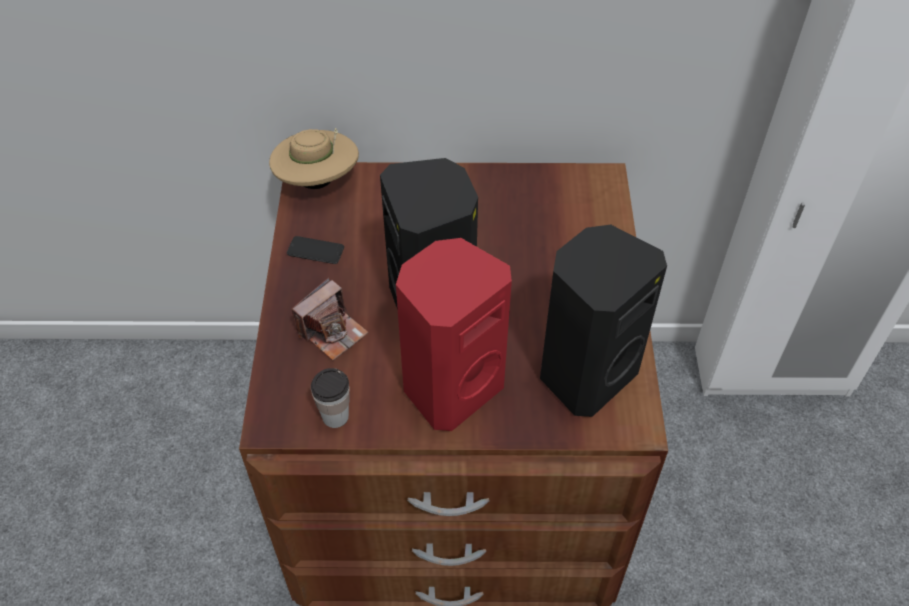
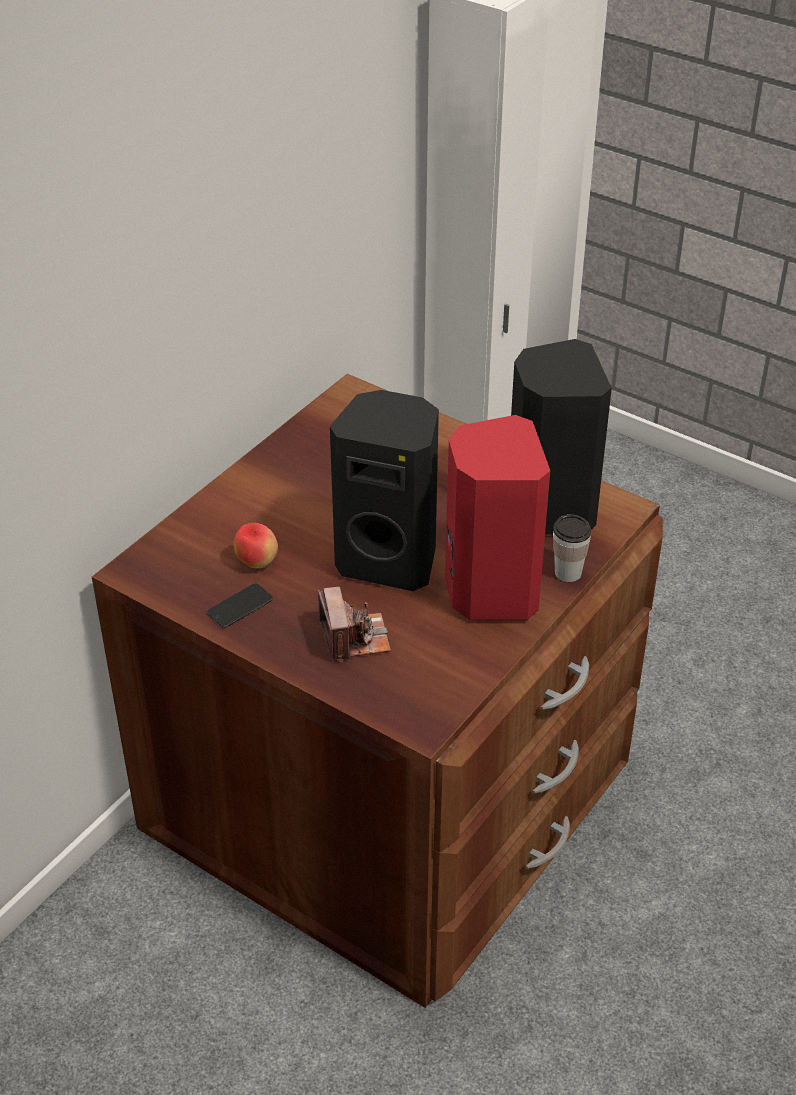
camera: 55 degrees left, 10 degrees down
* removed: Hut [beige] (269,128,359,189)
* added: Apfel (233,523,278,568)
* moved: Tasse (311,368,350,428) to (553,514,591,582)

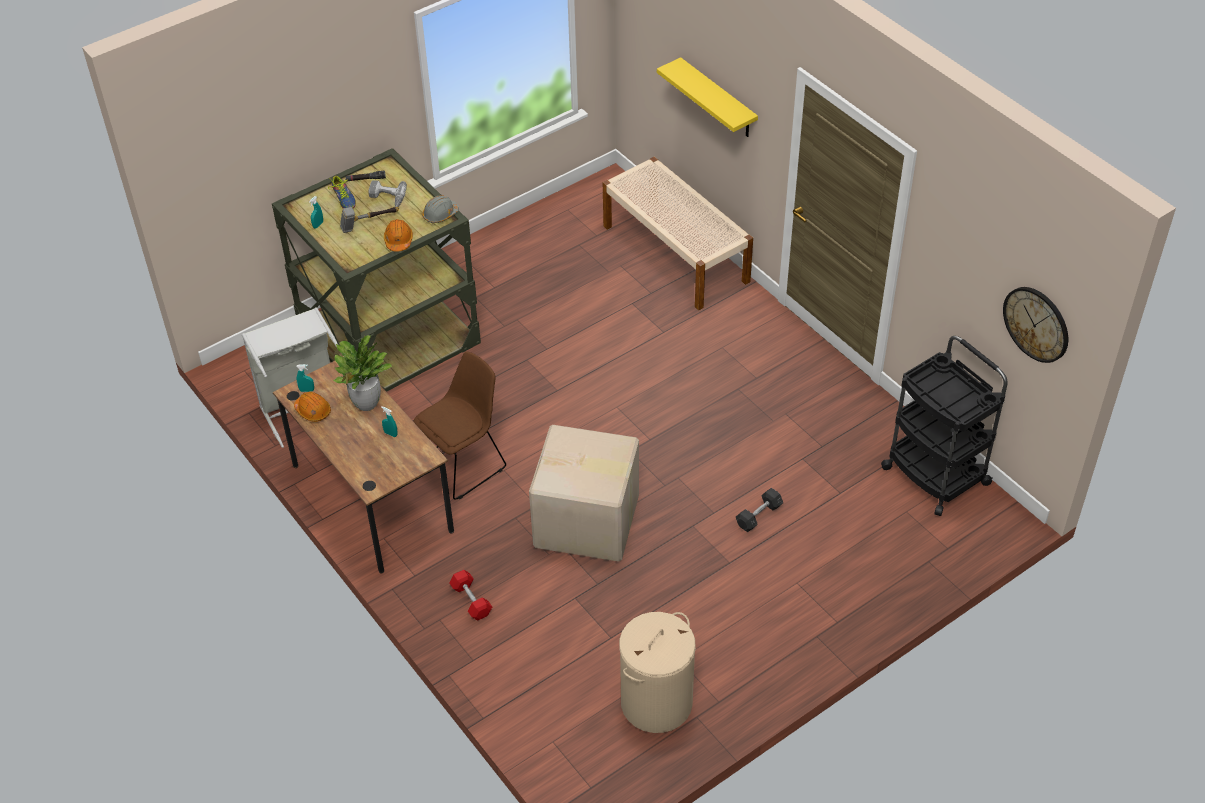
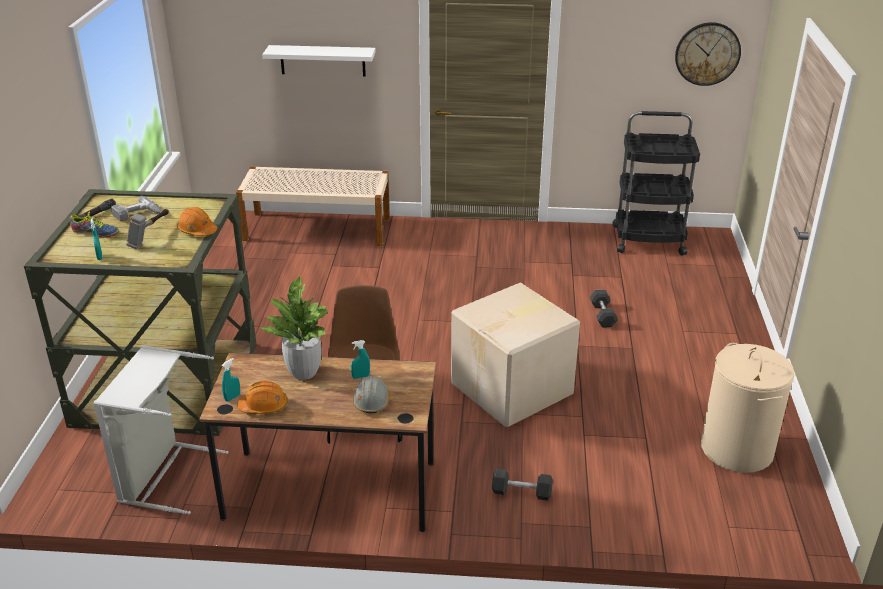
camera: 50 degrees left, 15 degrees down
* moved: Schutzhelm [grau] (422,195,459,223) to (353,376,390,414)
* recoloured: Hantel [rot] (449,570,492,620) to Hantel [grau] (492,468,553,501)
* recoloured: Wandregal [gelb] (657,57,758,137) to Wandregal [weiß] (262,45,376,77)

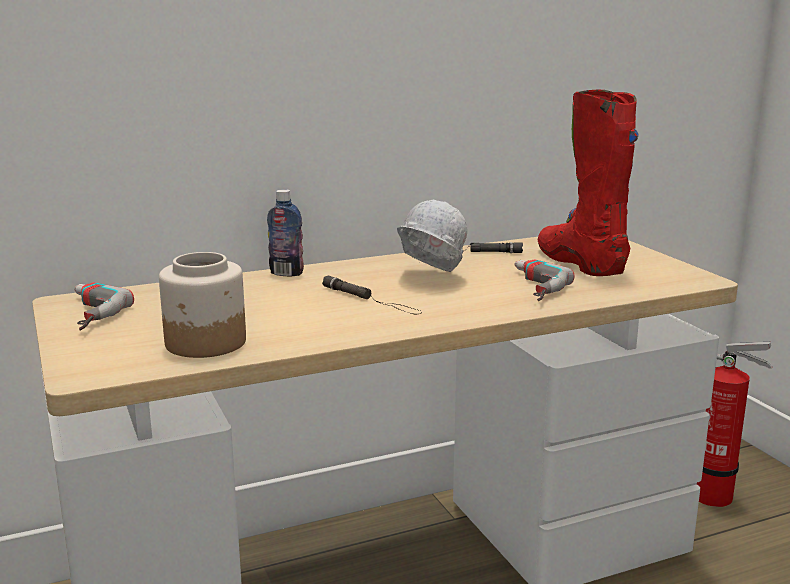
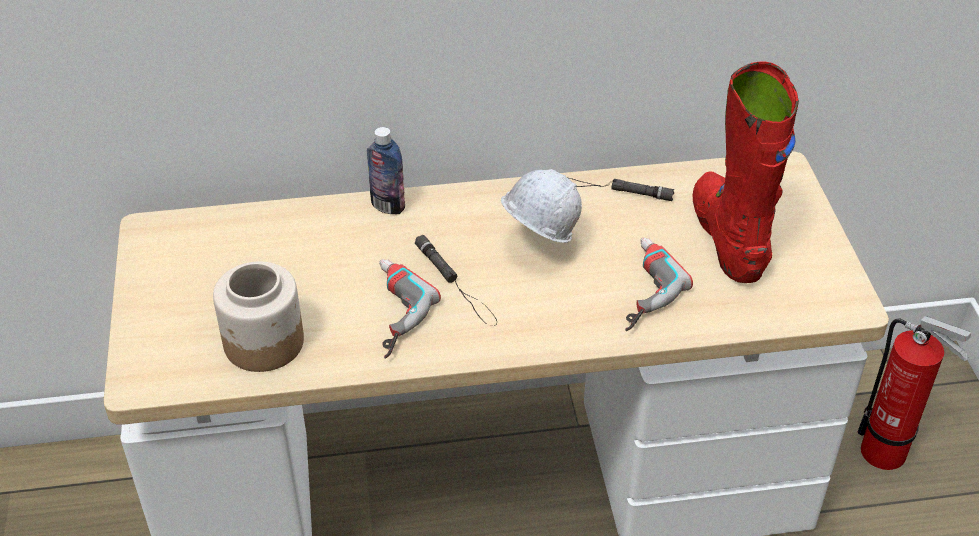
camera: 15 degrees right, 25 degrees up
* moved: Bohrmaschine (74,282,134,330) to (379,259,441,359)

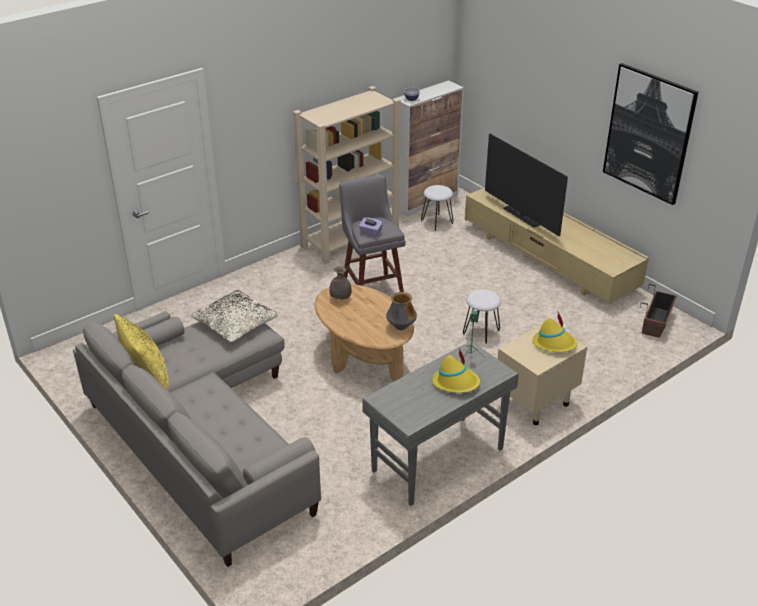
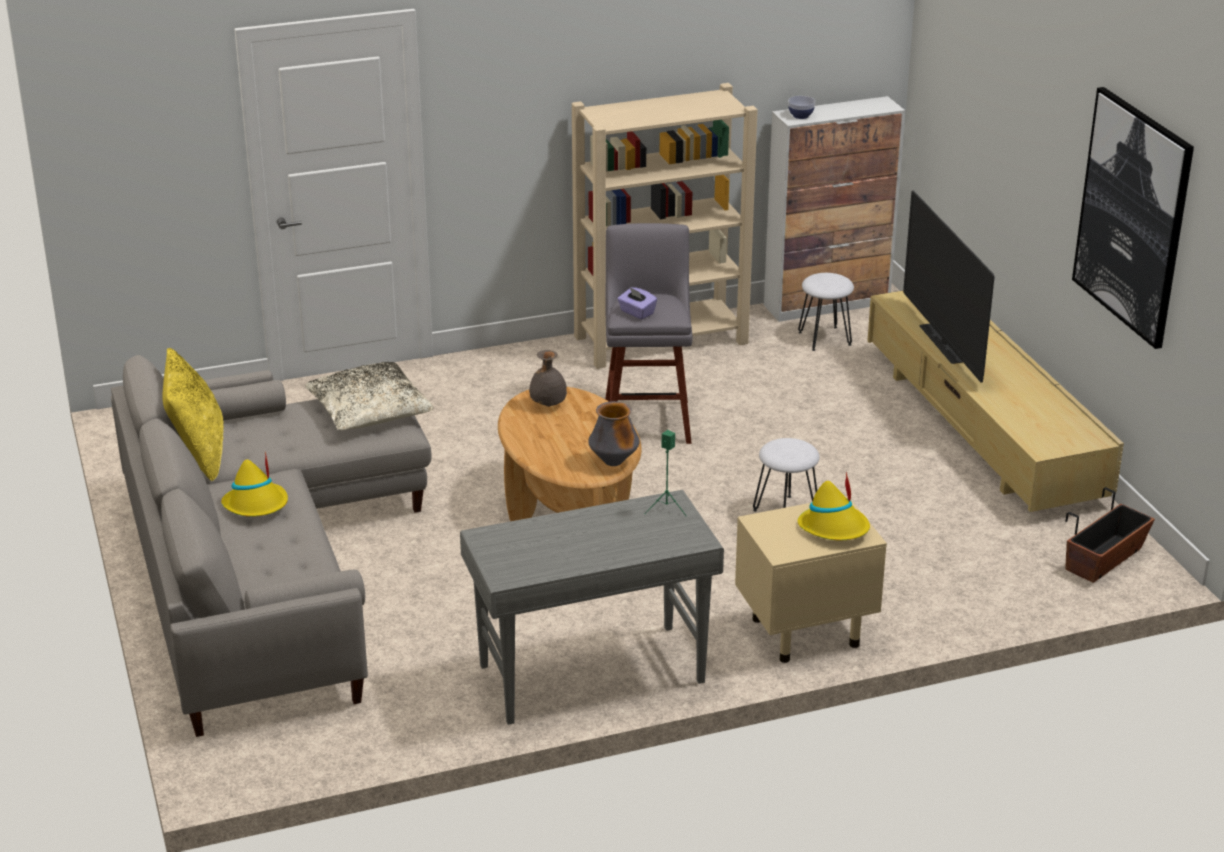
camera: 20 degrees right, 5 degrees down
* moved: Hut [gelb] (432,348,480,393) to (221,451,288,517)

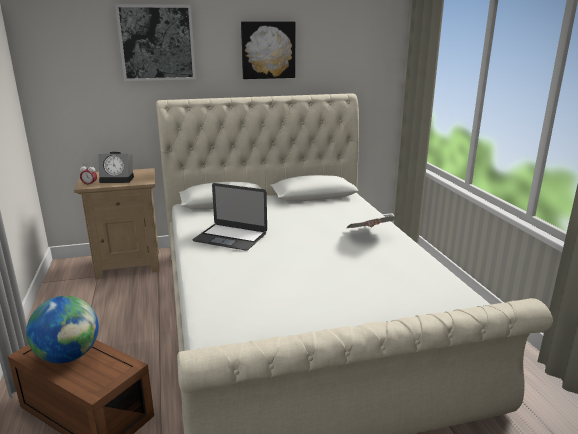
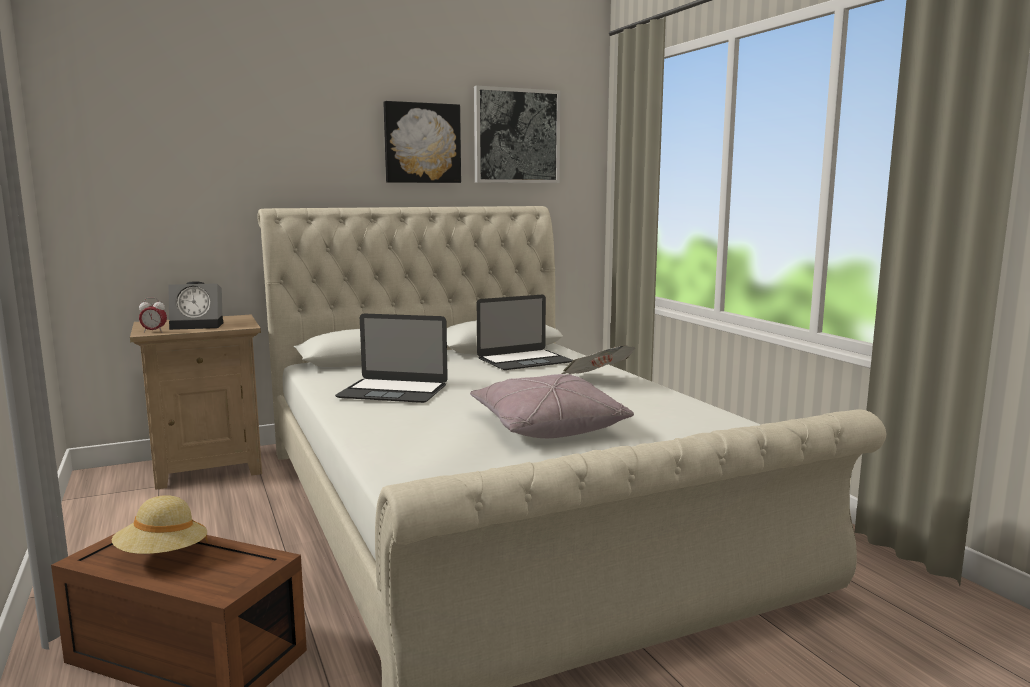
camera: 10 degrees left, 10 degrees down
* added: Kissen [lila] (470,374,634,438)
* added: Laptop (477,295,573,370)
* moved: Bild (115,4,196,81) to (474,86,560,183)
* replaced: Globus (26,296,99,363) to Hut [beige] (111,495,208,554)

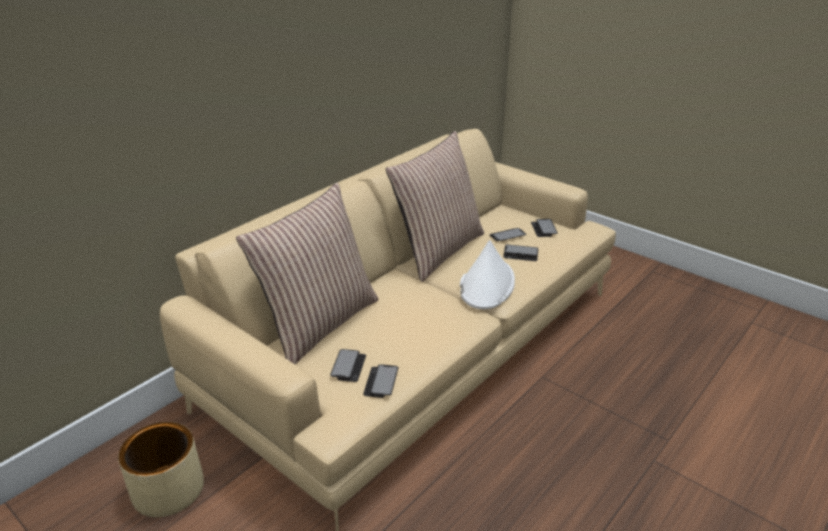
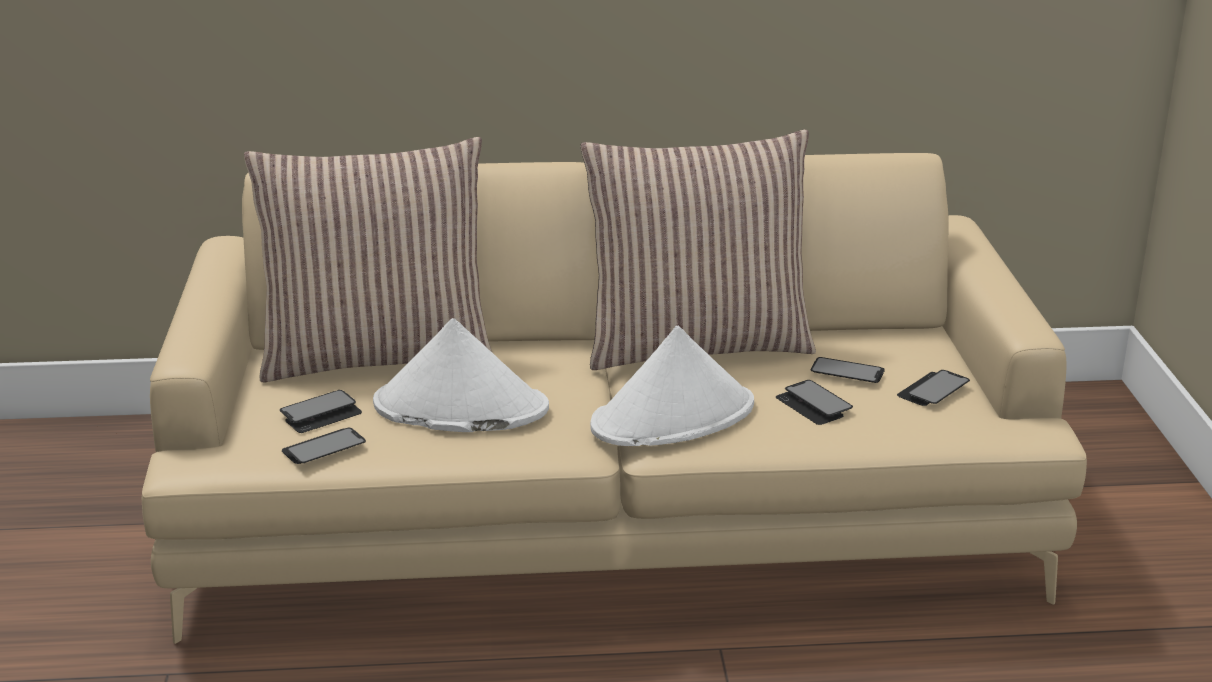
camera: 45 degrees right, 5 degrees down
* removed: Pflanzkübel [beige] (118,422,204,517)
* added: Hut [weiß] (373,318,549,432)

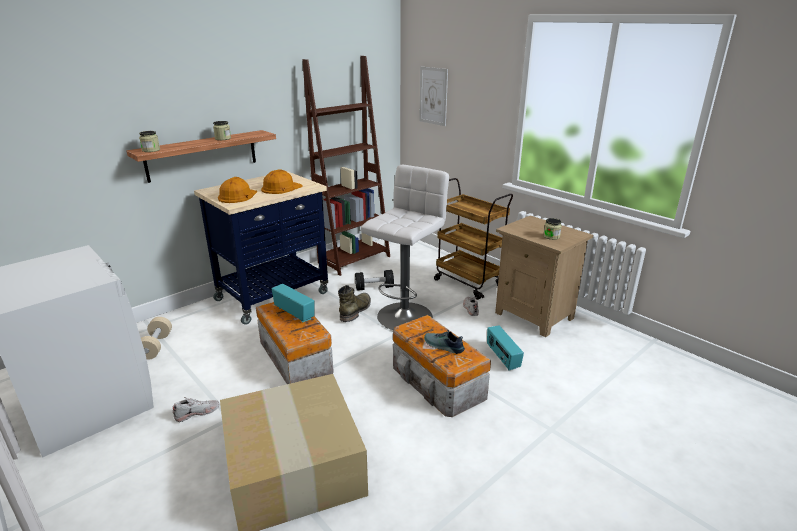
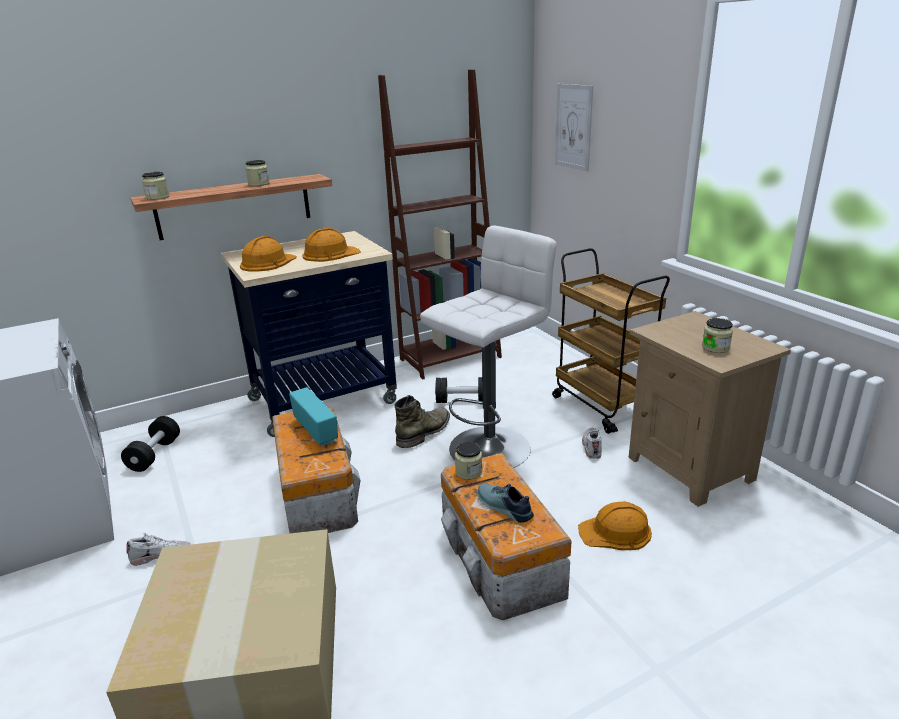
camera: 15 degrees right, 0 degrees up
* added: Vorratsglas (455,442,482,480)
* replaced: Radio (487,325,524,370) to Schutzhelm [orange] (578,501,652,550)
* recoloured: Hantel [beige] (141,317,172,360) to Hantel [schwarz] (121,416,180,472)

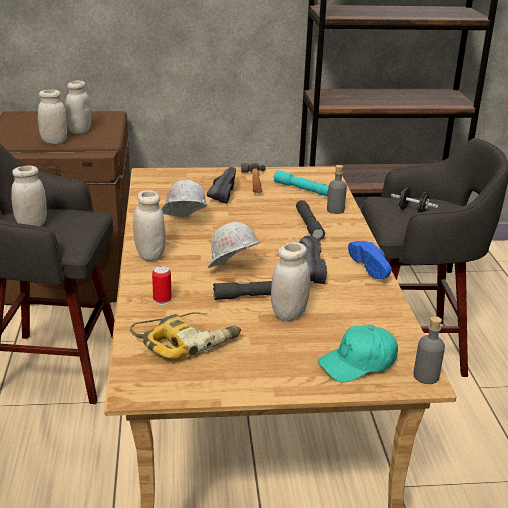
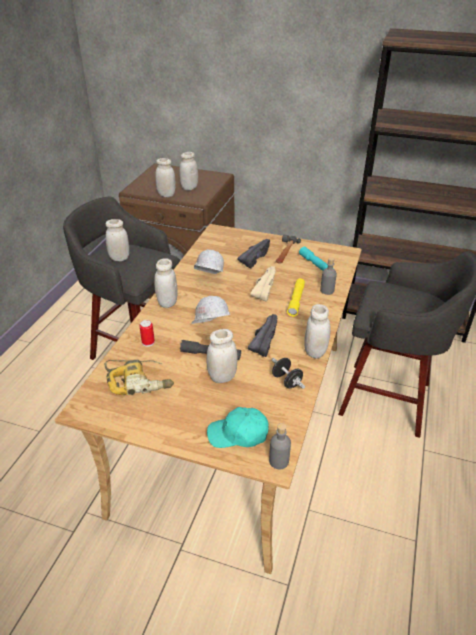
camera: 25 degrees right, 10 degrees up
* added: Schuh [beige] (250,266,275,302)
* moved: Hantel [schwarz] (391,188,439,213) to (272,358,305,389)
* replaced: Schuh [blau] (348,241,392,279) to Vorratsglas [weiß] (304,304,331,359)
* recoloured: Taschenlampe [grau] (296,200,325,241) to Taschenlampe [gelb] (287,278,305,317)

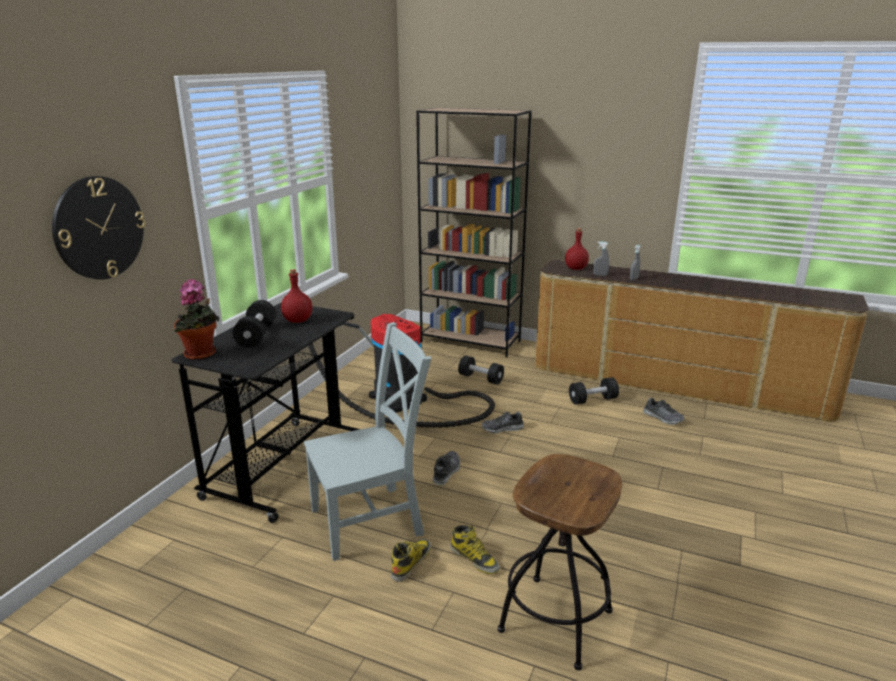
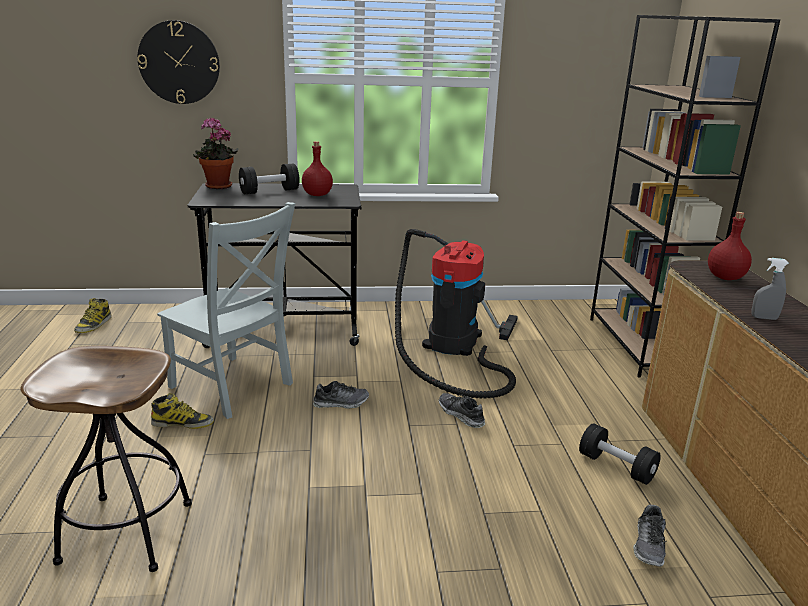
camera: 60 degrees right, 0 degrees up
* removed: Hantel [schwarz] (458,355,504,385)
* removed: Sprühflasche [grau] (593,242,609,276)
* moved: Stiefel (450,525,500,574) to (74,298,112,333)

